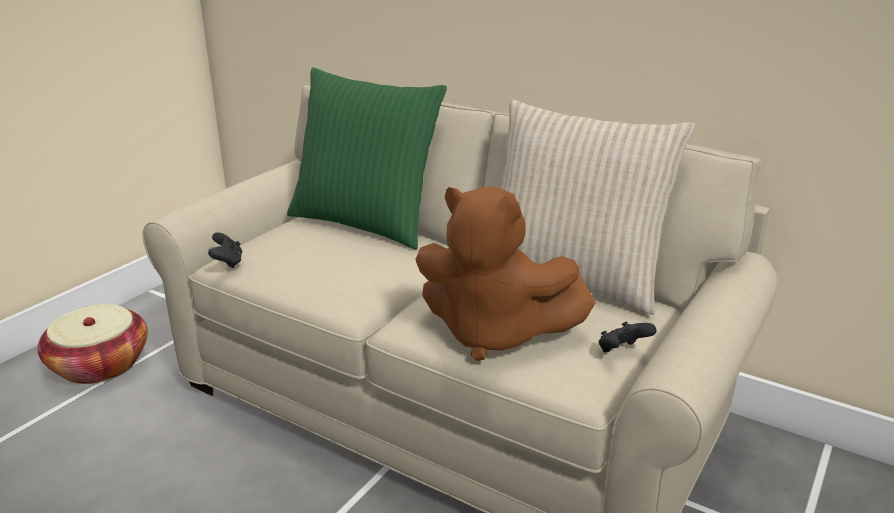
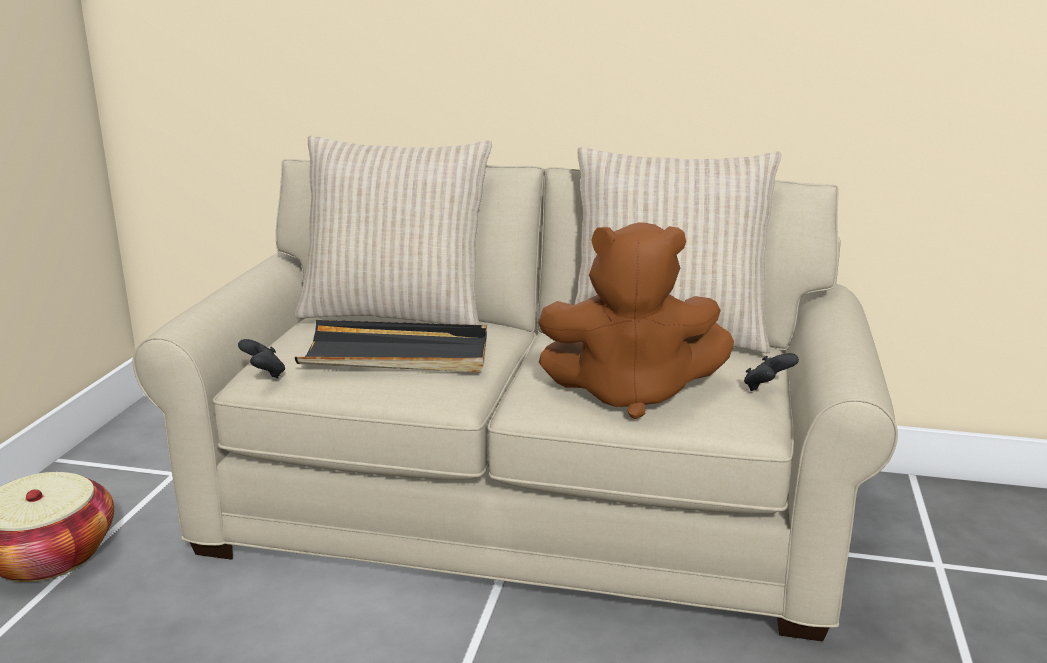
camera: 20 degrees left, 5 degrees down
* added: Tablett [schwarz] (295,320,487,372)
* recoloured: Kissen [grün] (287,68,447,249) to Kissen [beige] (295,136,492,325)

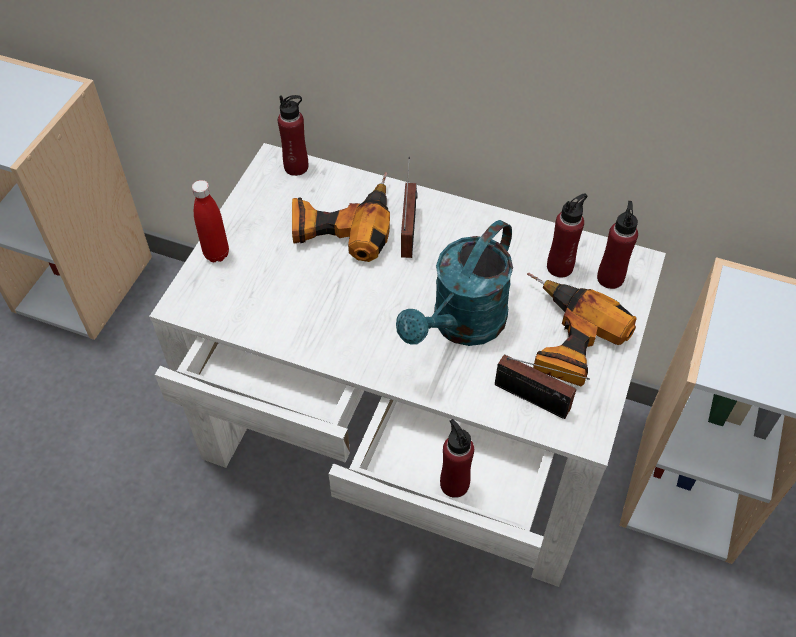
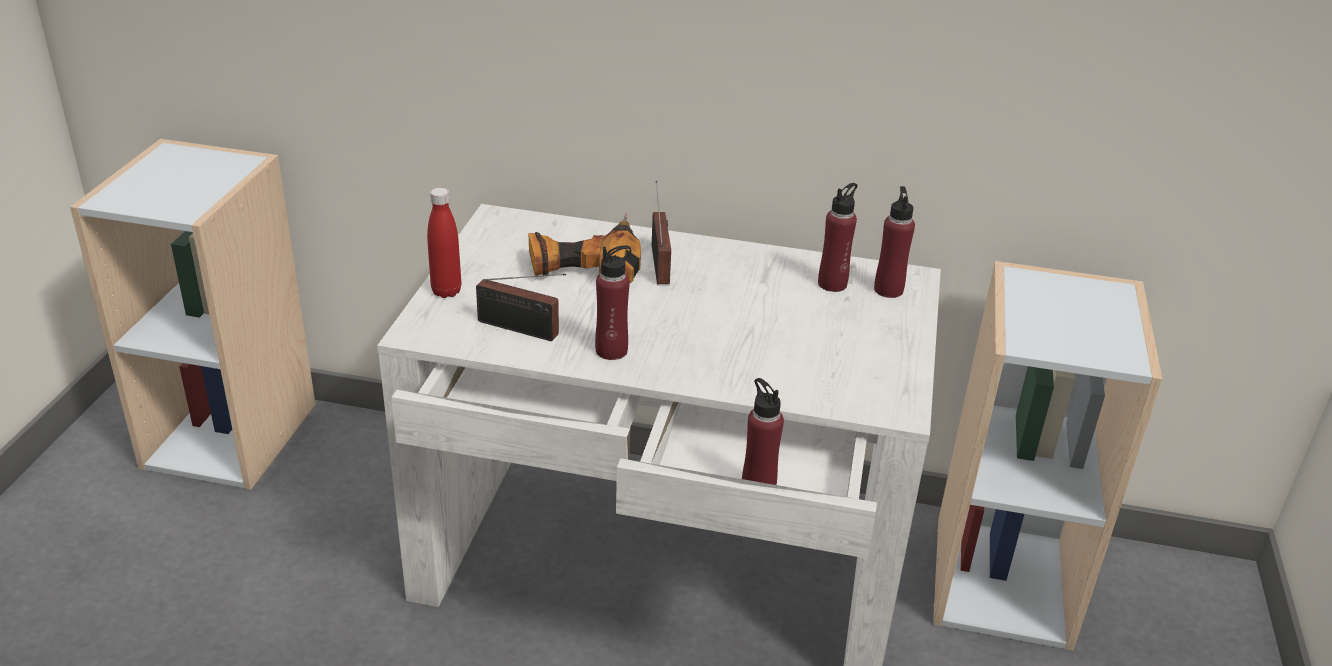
camera: 10 degrees left, 20 degrees down
* removed: Gießkanne [türkis] (396,220,513,346)
* removed: Bohrmaschine (527,273,637,386)
* moved: Flasche [rot] (278,95,308,176) to (595,245,631,360)
* moved: Radio (495,355,590,419) to (476,274,566,341)

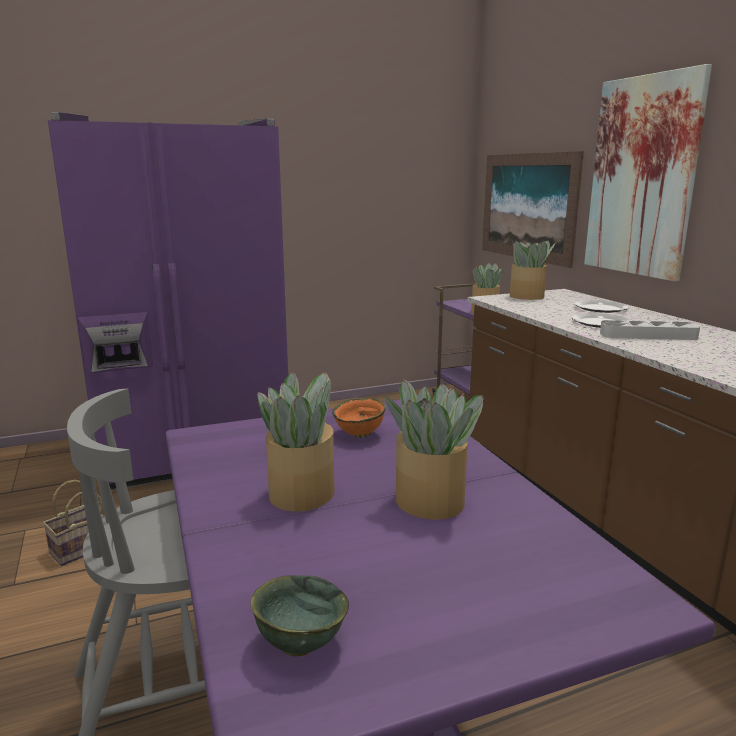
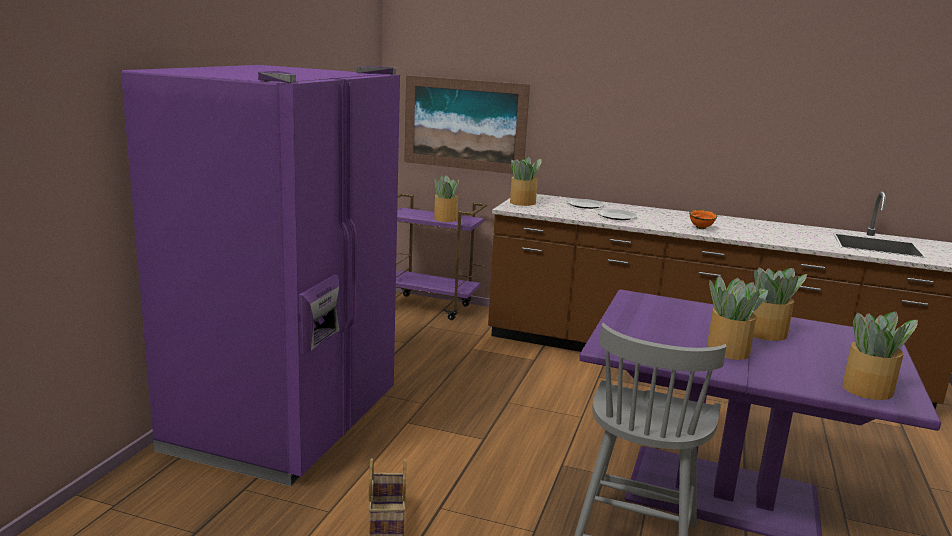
camera: 50 degrees left, 0 degrees up
* removed: Bild (584,64,712,282)
* removed: Tablett [grau] (600,320,700,340)
* moved: Schüssel [orange] (332,398,386,438) to (689,210,717,229)
* replaced: Schüssel [grün] (251,575,349,656) to Topfpflanze (842,312,918,400)

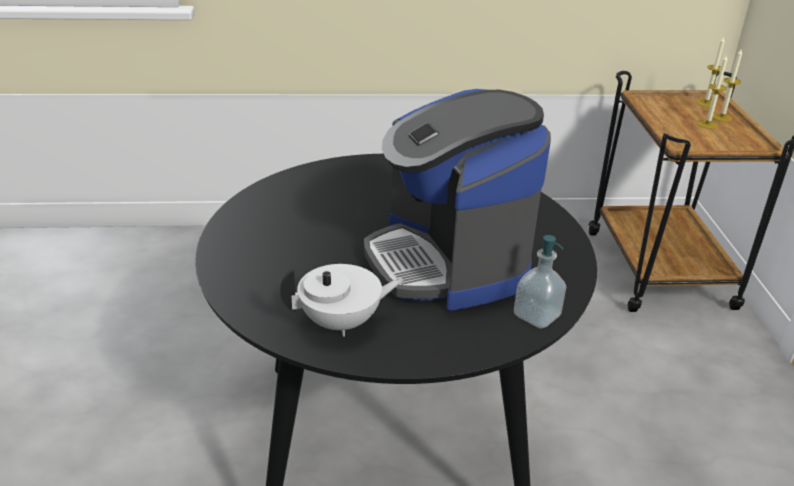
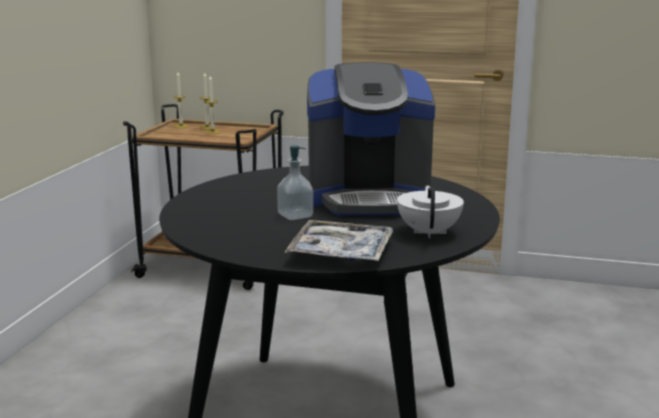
camera: 70 degrees left, 15 degrees down
* added: Tablett (284,220,393,261)
* moved: Seifenspender (514,235,566,329) to (277,145,313,220)

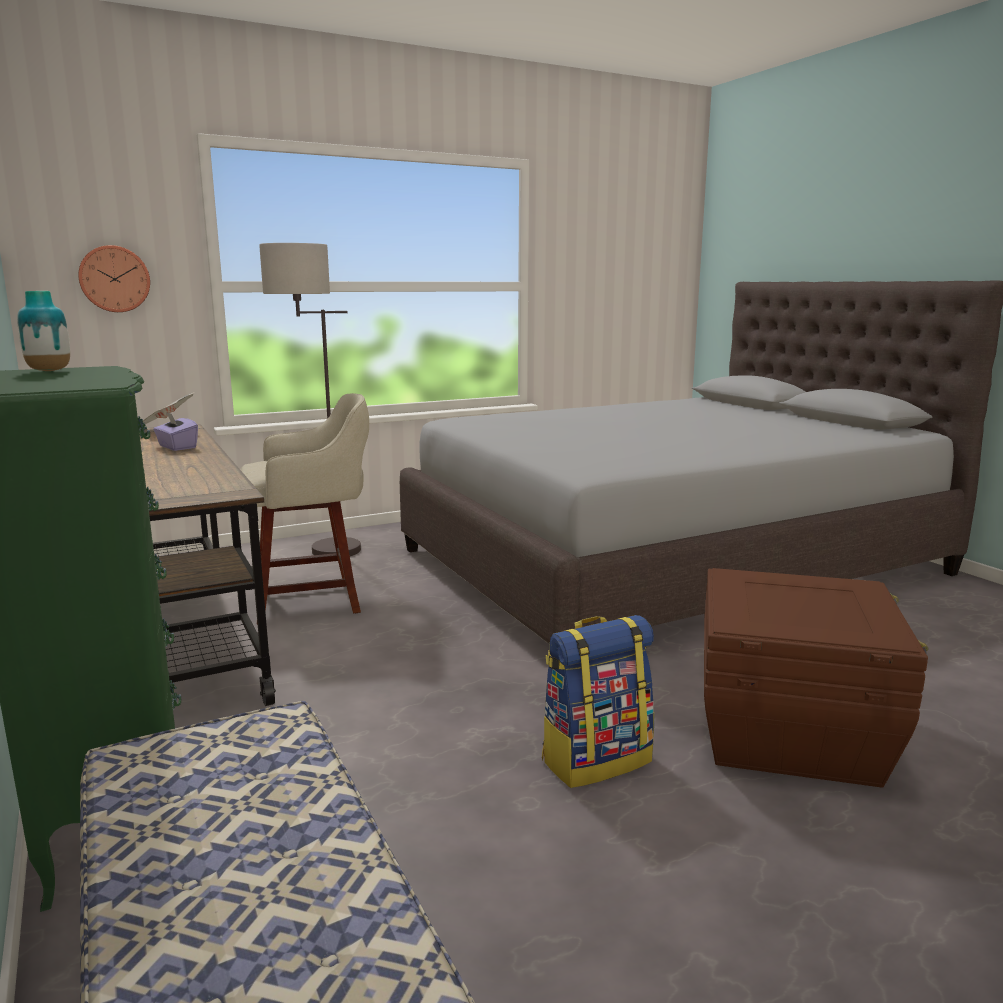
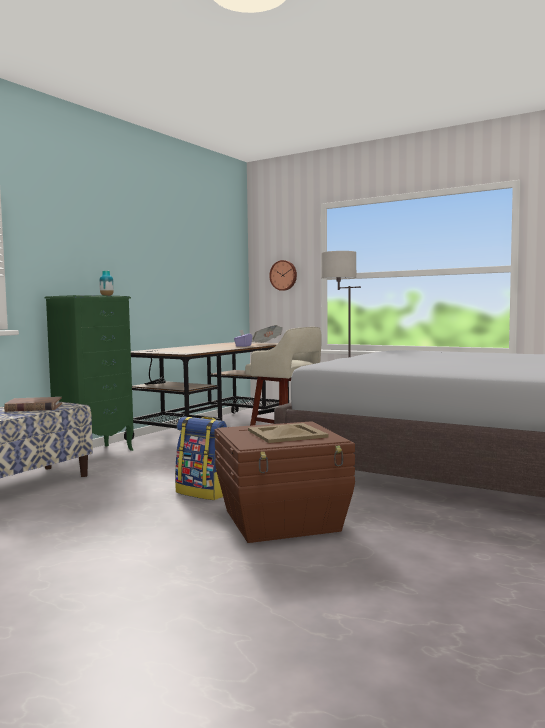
camera: 60 degrees right, 10 degrees down
* added: Buch [braun] (4,397,62,412)
* added: Tablett [beige] (248,423,329,443)

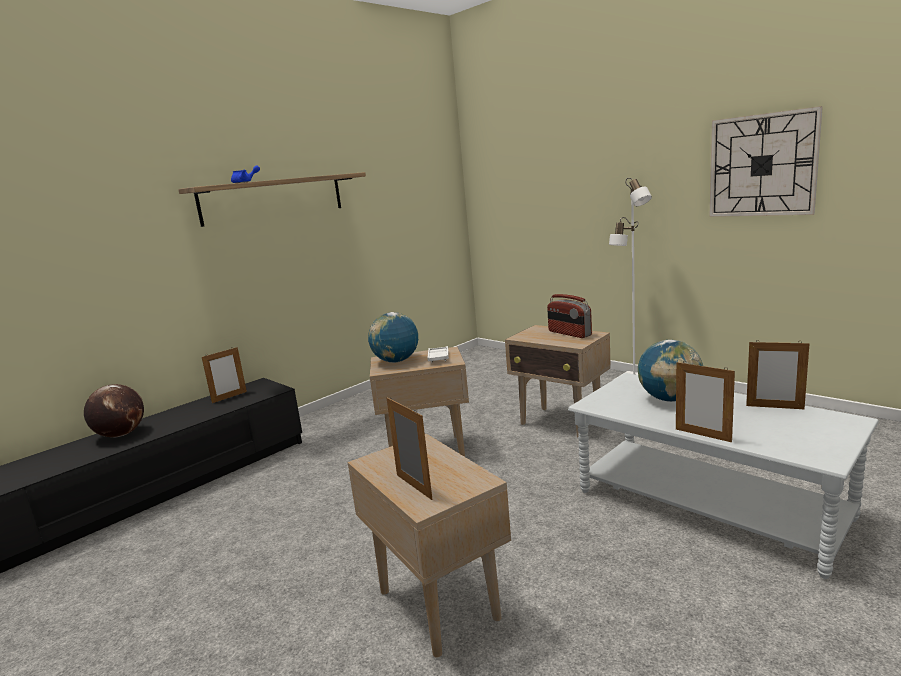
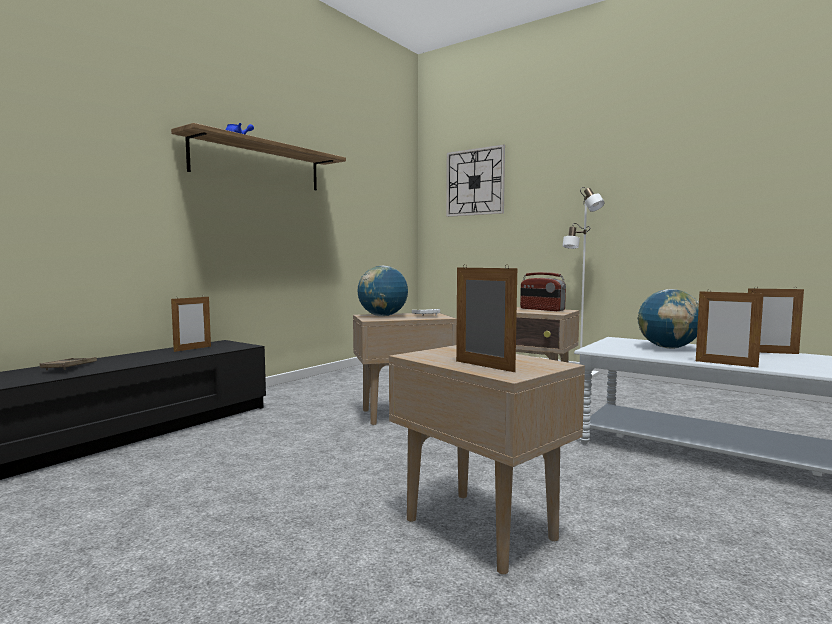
camera: 10 degrees left, 10 degrees down
* moved: Wanduhr (709,106,823,217) to (446,144,505,217)
* replaced: Globus (84,384,144,438) to Tablett [braun] (40,357,97,370)

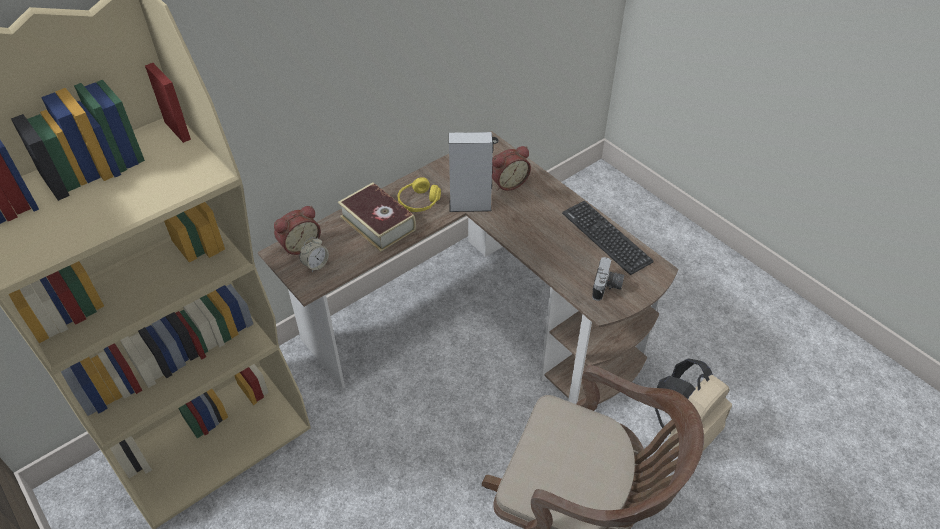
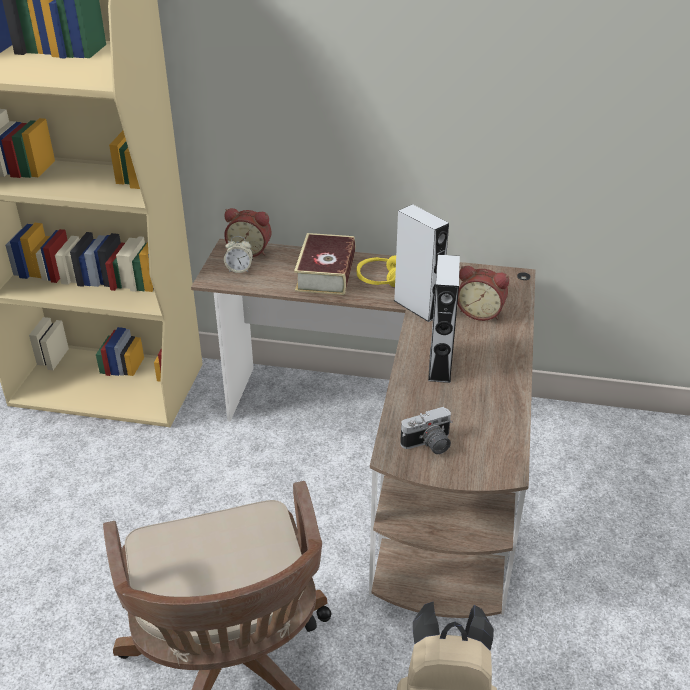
camera: 50 degrees right, 10 degrees down
* removed: Tastatur (562,201,654,275)
* added: Lautsprecher [grau] (428,255,460,383)

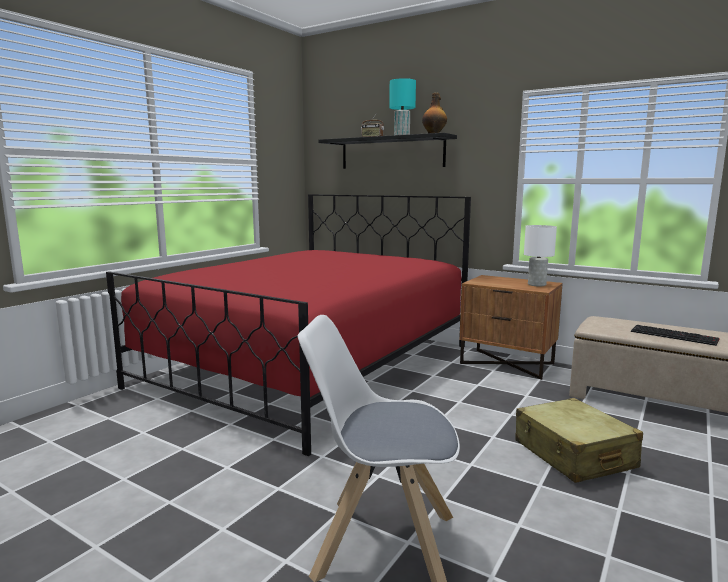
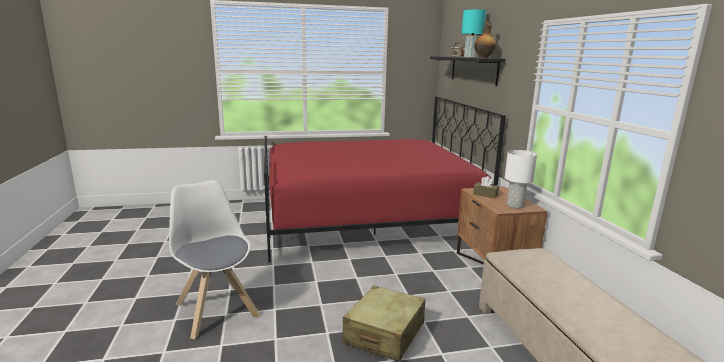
camera: 45 degrees right, 5 degrees up
* removed: Tastatur (631,325,719,346)
* added: Taschentuchbox [braun] (473,176,499,198)

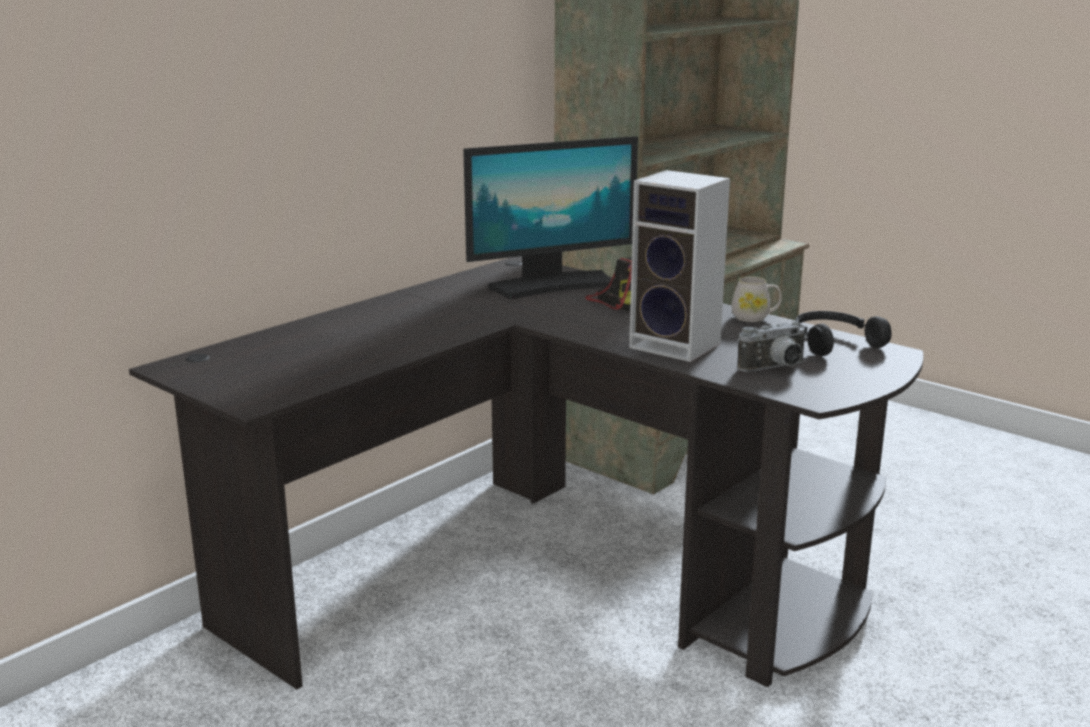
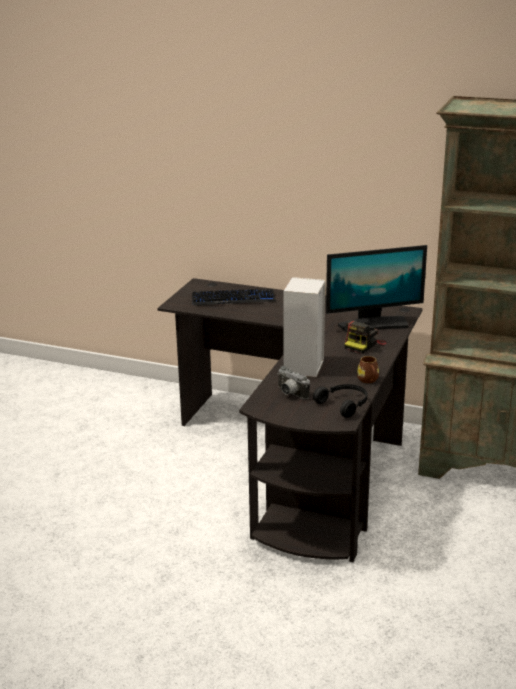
camera: 70 degrees right, 5 degrees up
* added: Tastatur (192,289,276,306)
* recoloured: Henkelbecher [weiß] (732,276,782,322) to Henkelbecher [braun] (357,356,379,383)
* turned: Monitor (463,136,638,299) = (326,245,427,334) 60 degrees counterclockwise

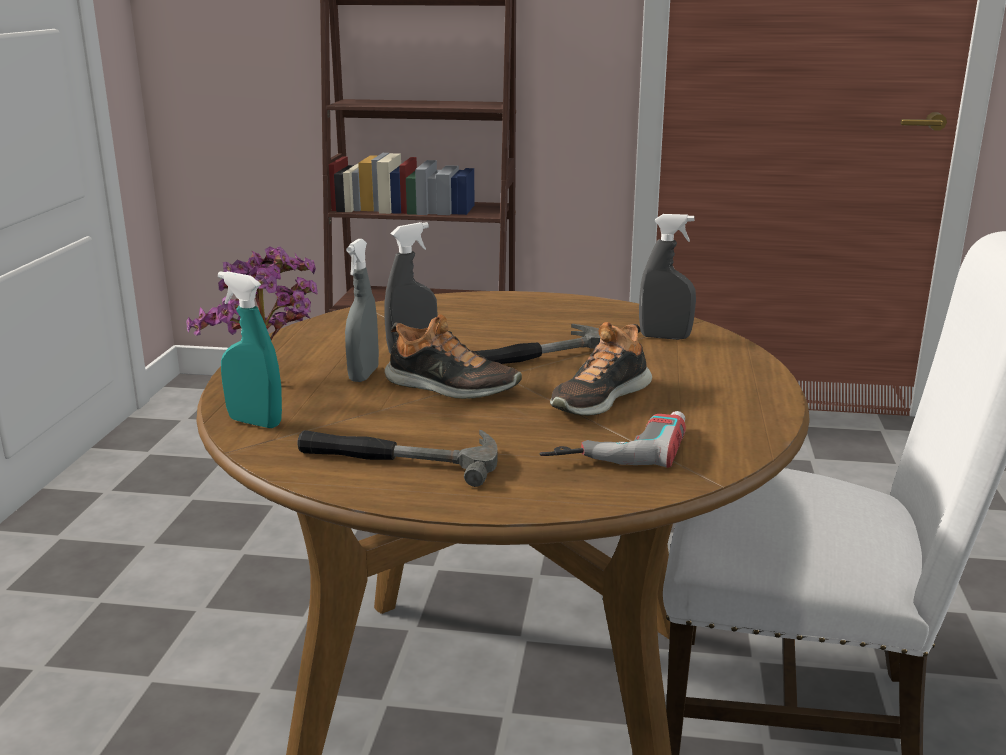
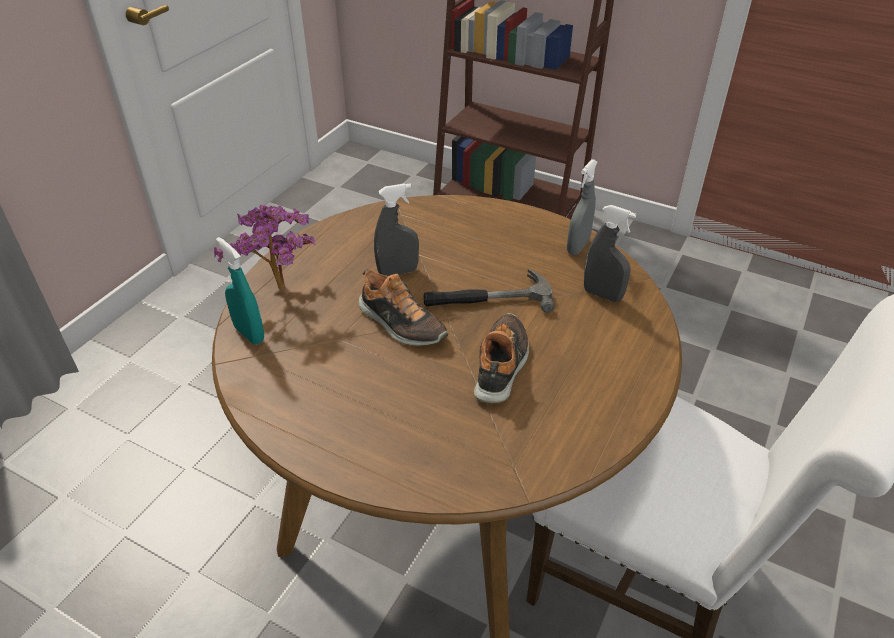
camera: 20 degrees right, 20 degrees up
* removed: Hammer (297,430,497,487)
* removed: Bohrmaschine (540,411,686,468)
* moved: Sprühflasche [grau] (345,239,379,382) to (567,159,598,255)
* turned: Schuh (550,322,652,416) = (474,313,529,404) 135 degrees clockwise

